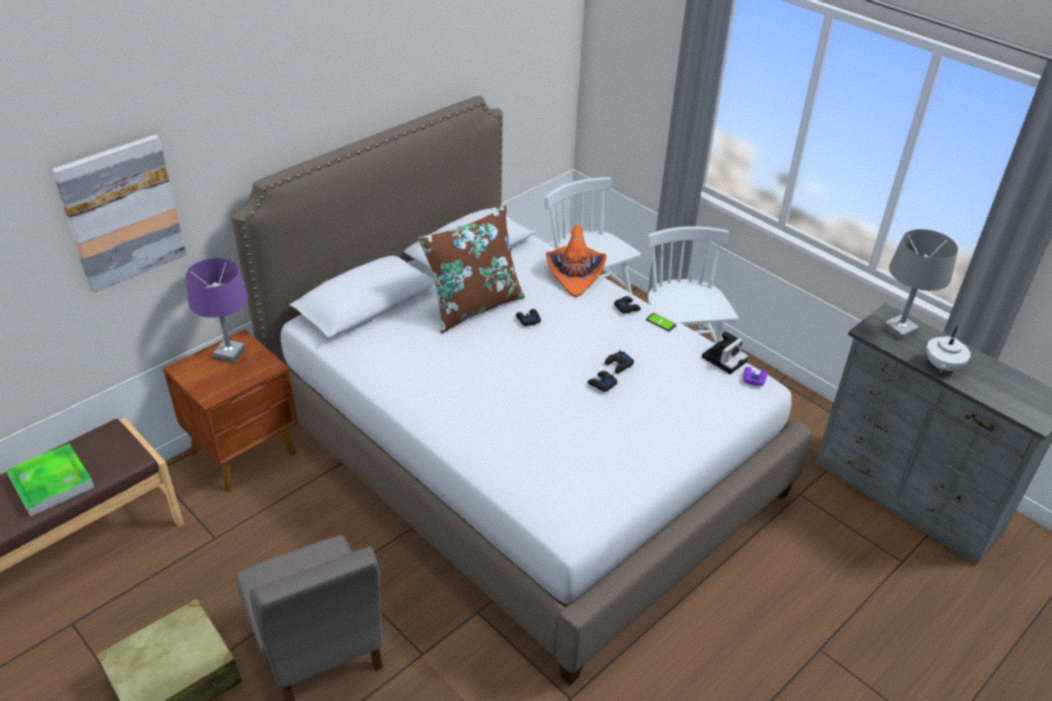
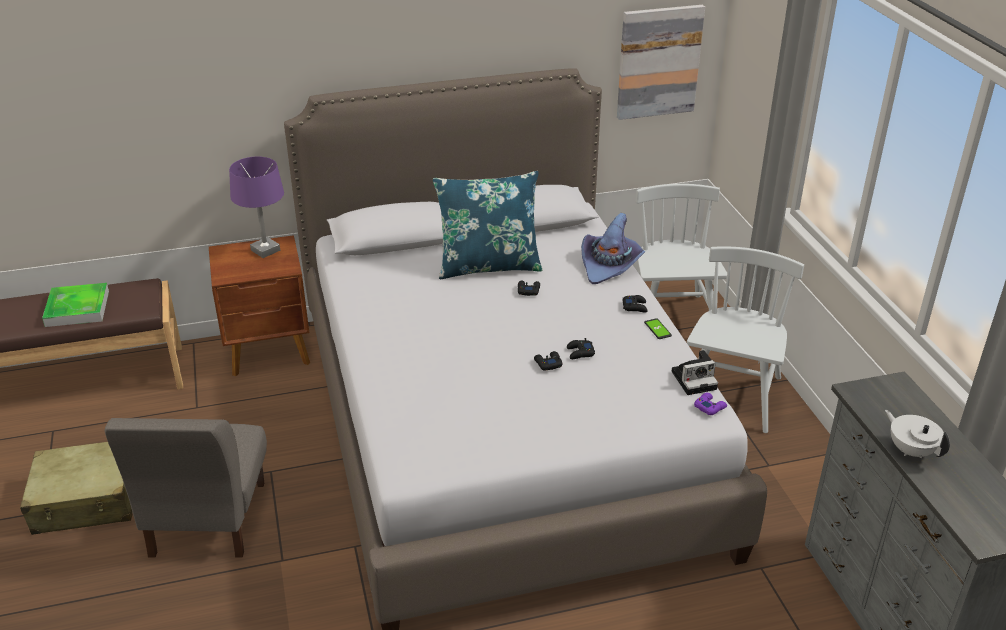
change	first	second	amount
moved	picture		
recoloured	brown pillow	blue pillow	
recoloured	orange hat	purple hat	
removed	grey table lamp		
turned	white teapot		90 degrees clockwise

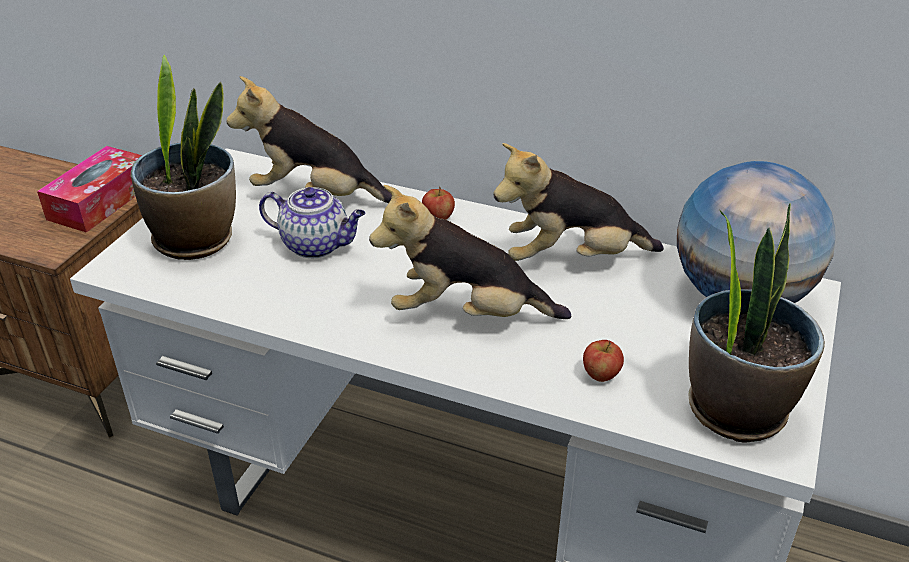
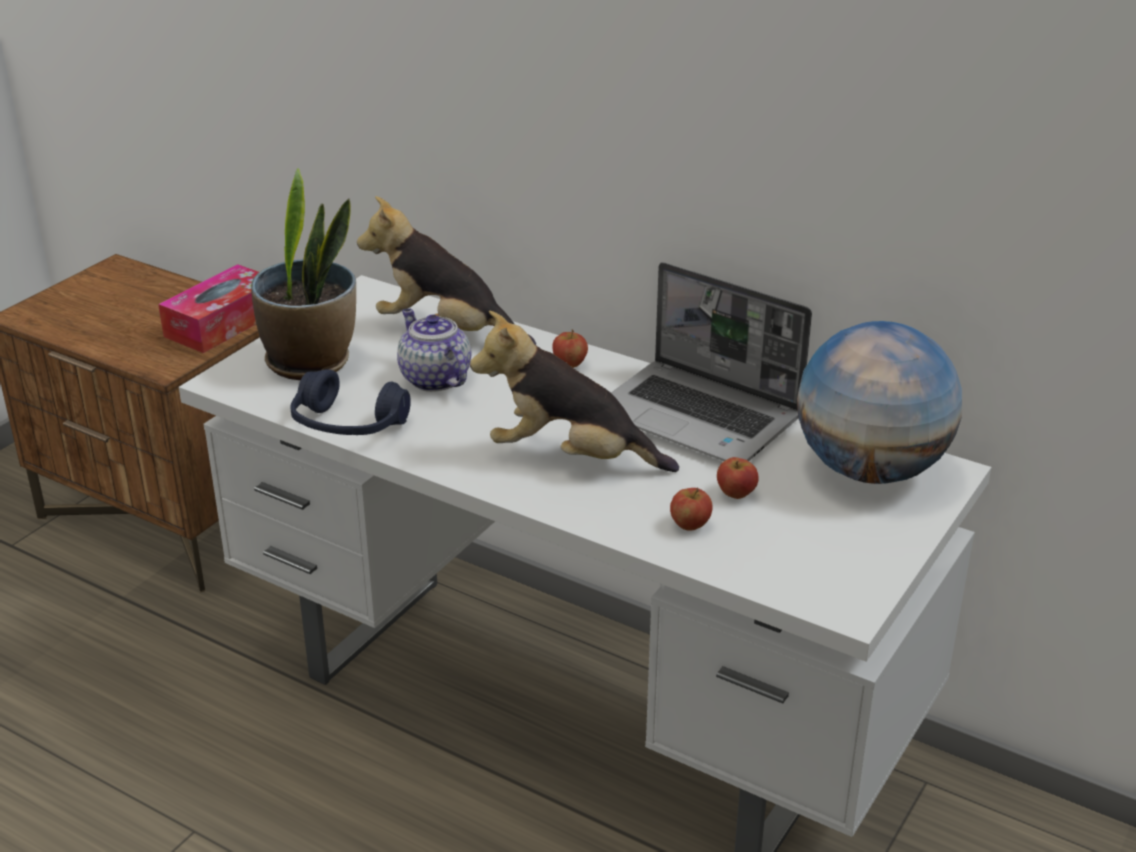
change	first	second	amount
replaced	plush toy (3rd from left)	laptop	
turned	teapot		150 degrees counterclockwise
removed	potted plant (2nd from left)		
added		blue headphones	
added		apple (3rd from left)	

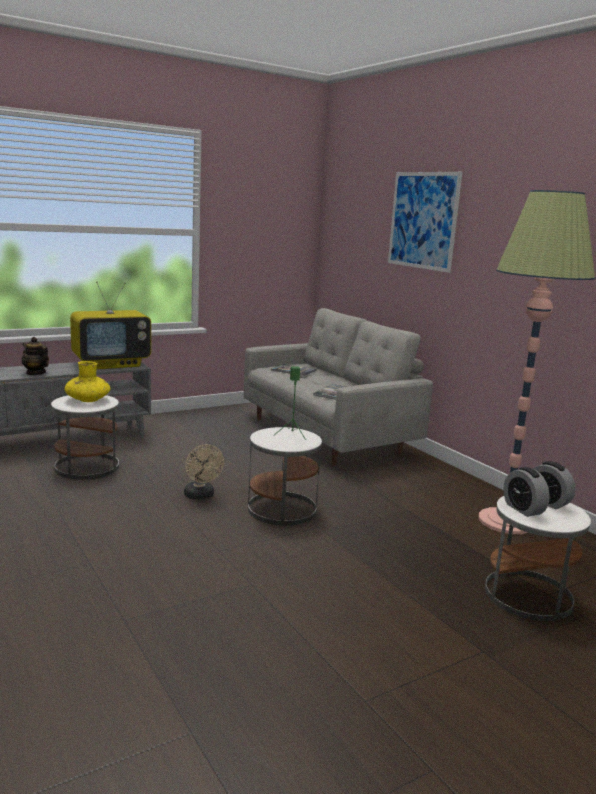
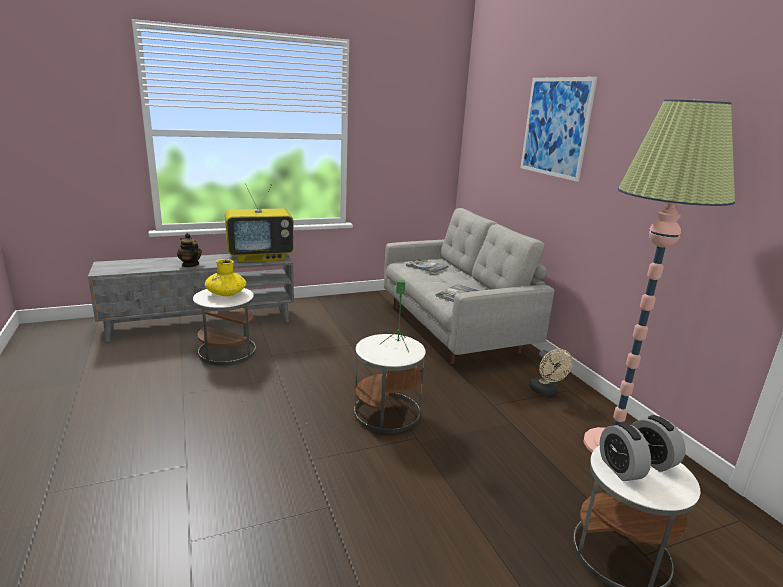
change	first	second	amount
moved	beige fan		

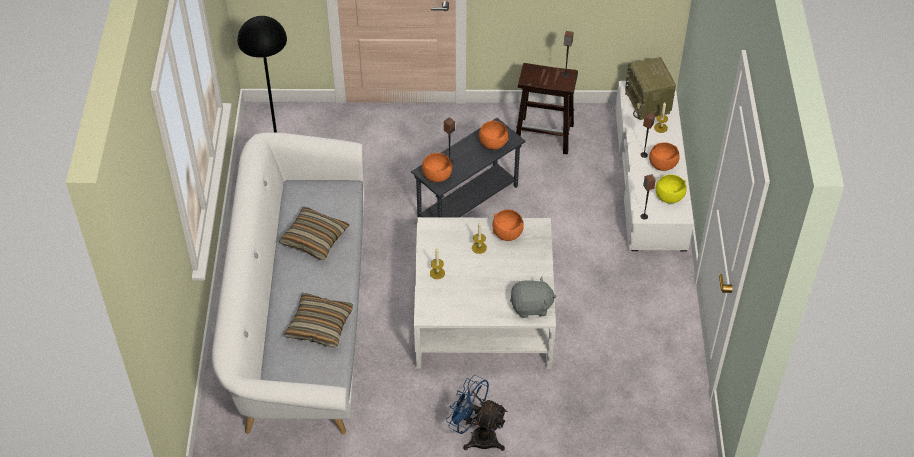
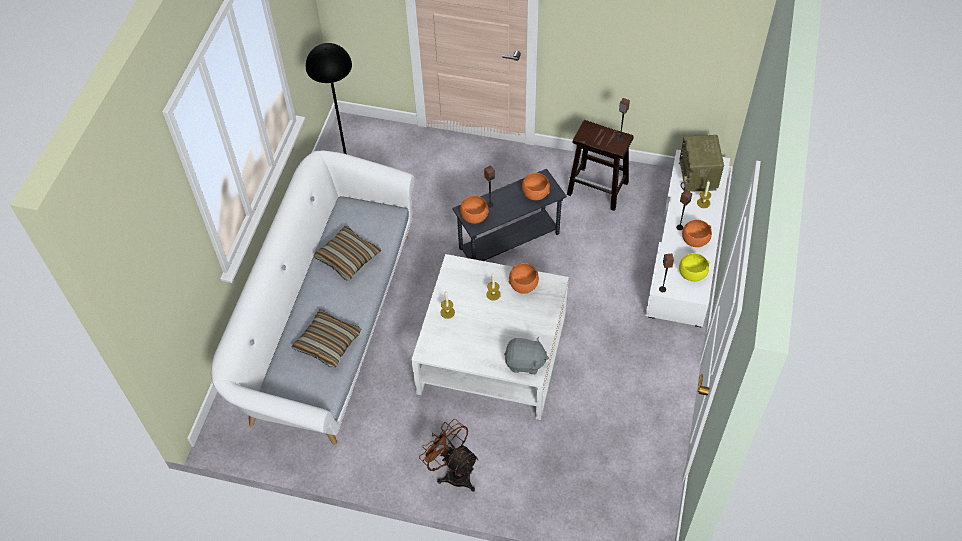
change	first	second	amount
recoloured	blue fan	brown fan	

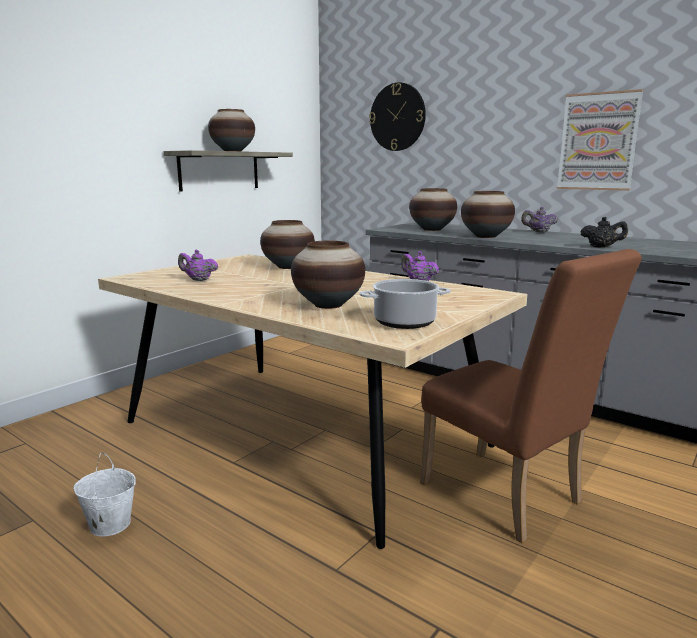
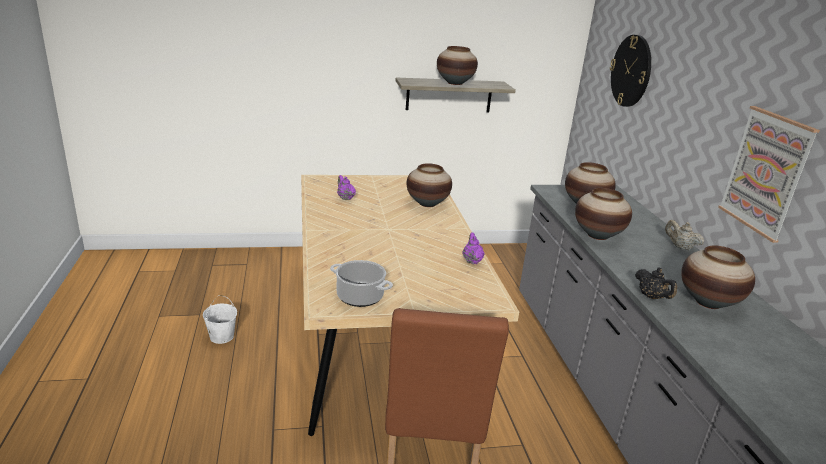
change	first	second	amount
recoloured	purple teapot (3rd from left)	beige teapot	
moved	vase (3rd from left in the first image)	vase (5th from left)	

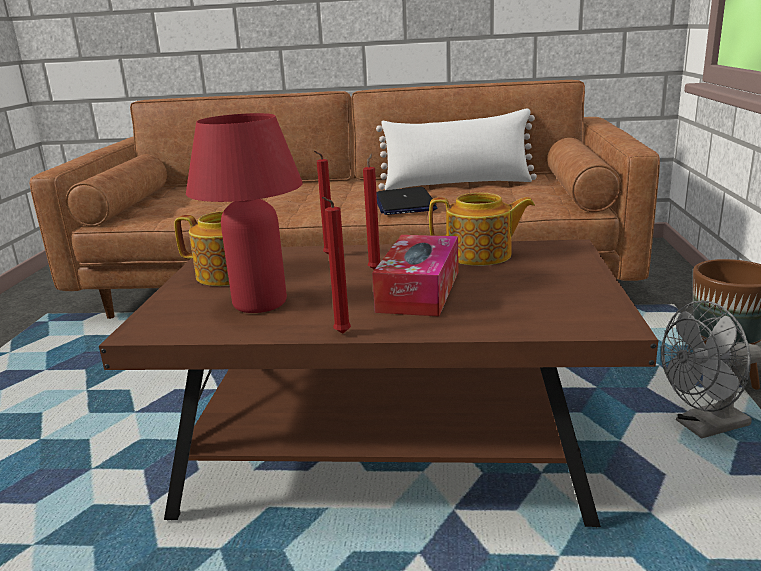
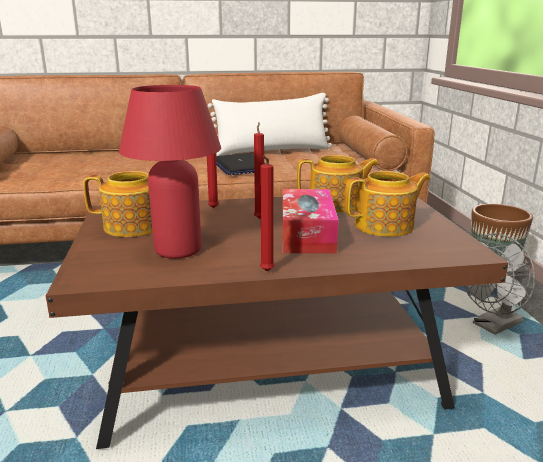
change	first	second	amount
added		teapot (3rd from left)	

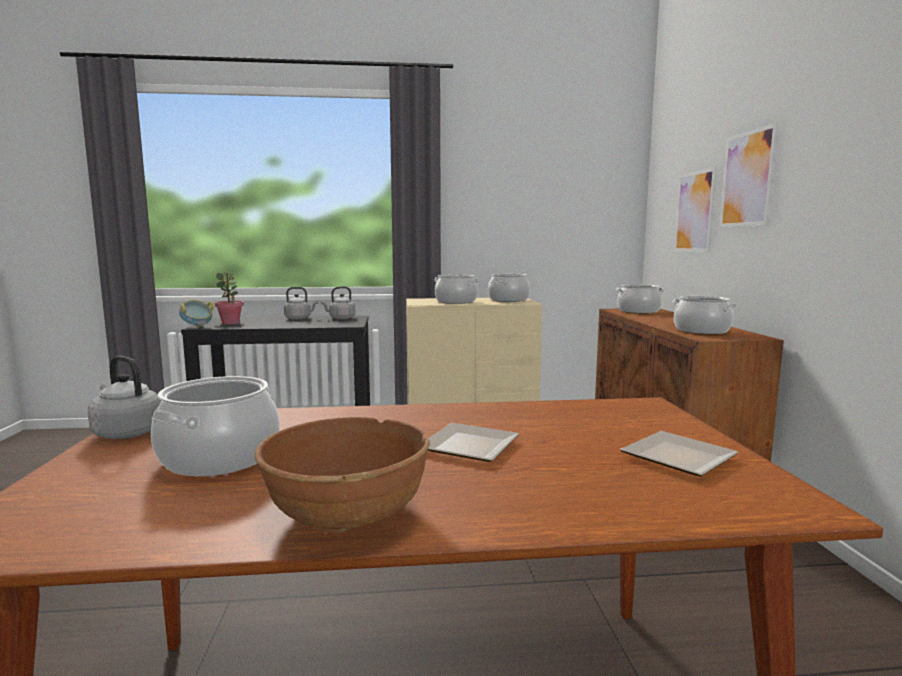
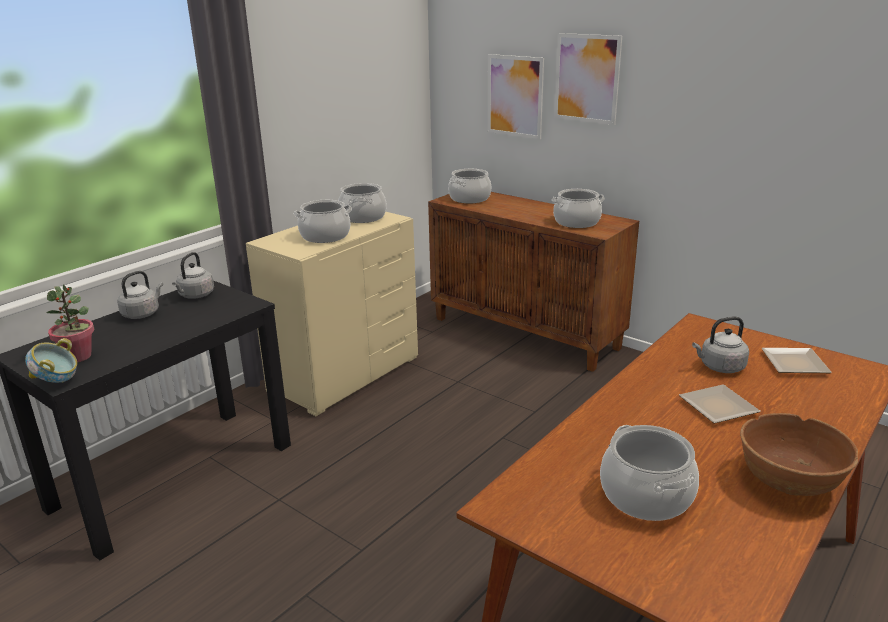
change	first	second	amount
moved	grey kettle (1st from left in the first image)	grey kettle (3rd from left)	

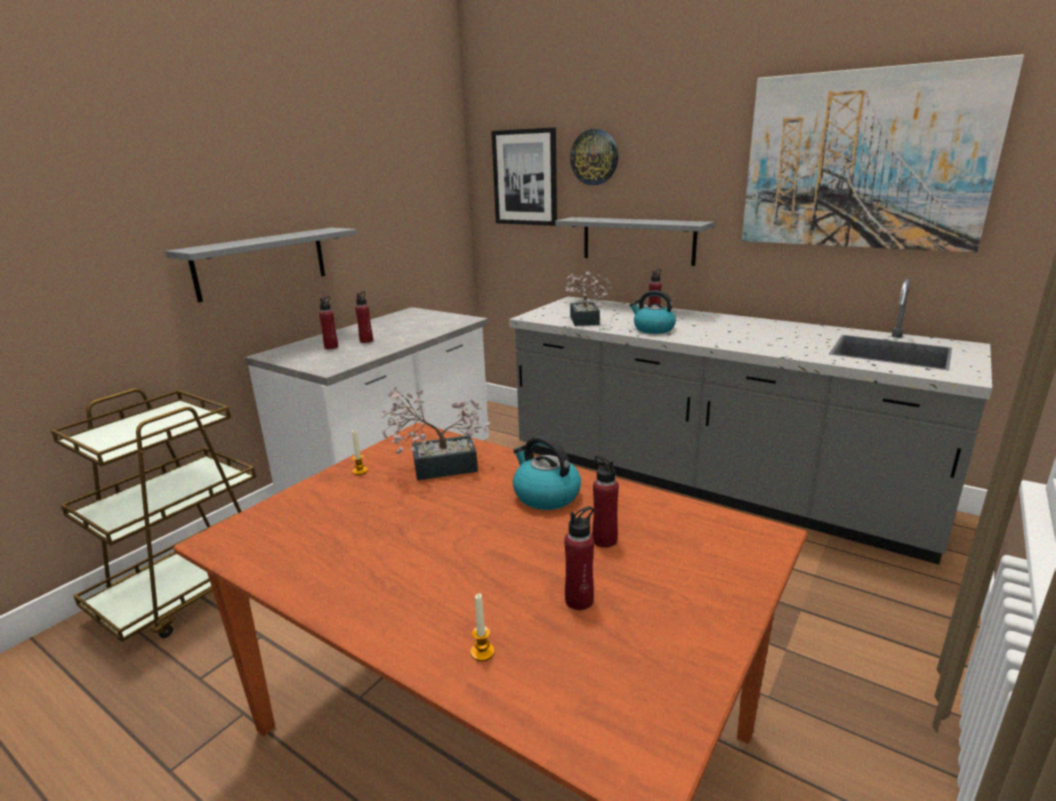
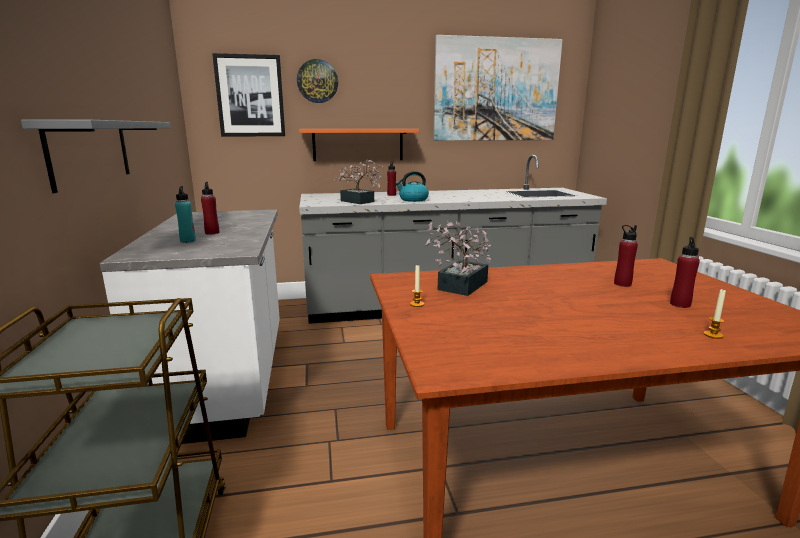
change	first	second	amount
recoloured	grey shelf (2nd from left)	orange shelf	
recoloured	red bottle (1st from left)	turquoise bottle	
removed	kettle (1st from left)		

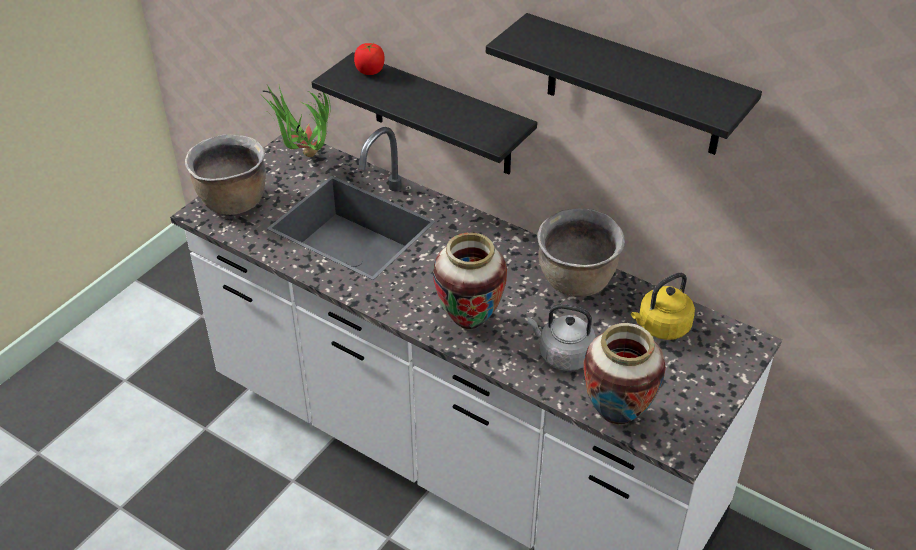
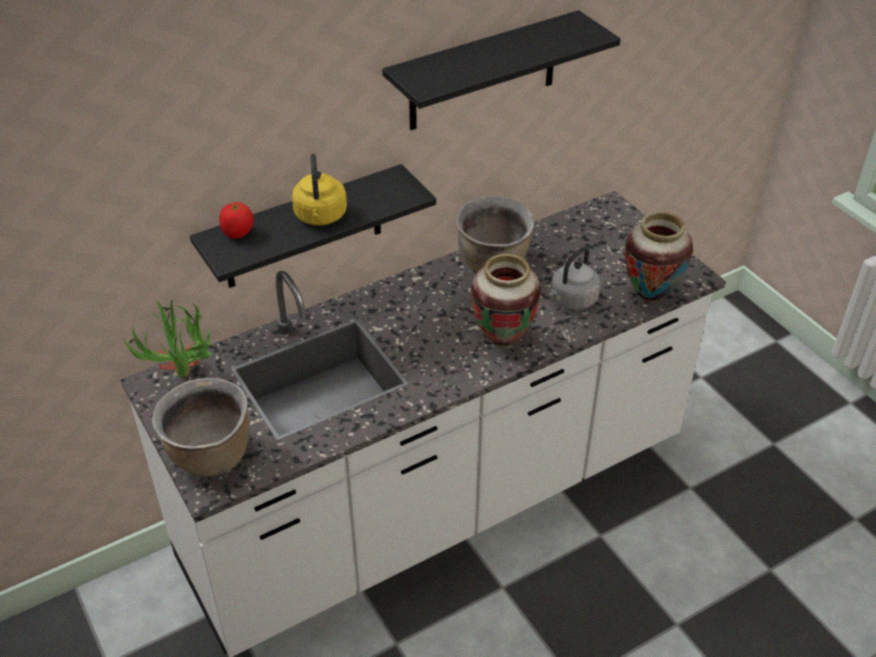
change	first	second	amount
moved	yellow kettle		

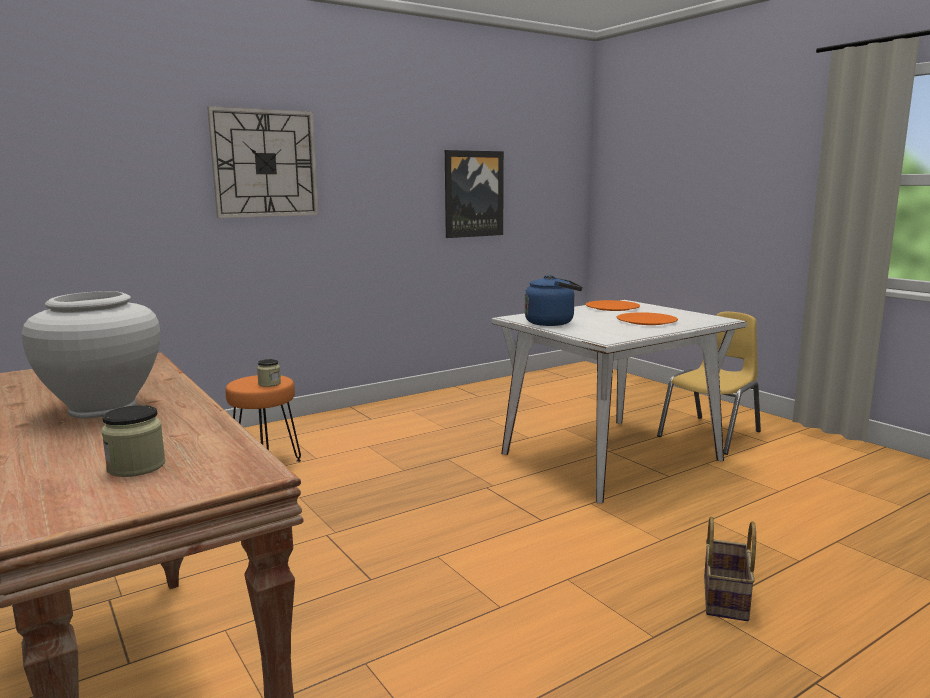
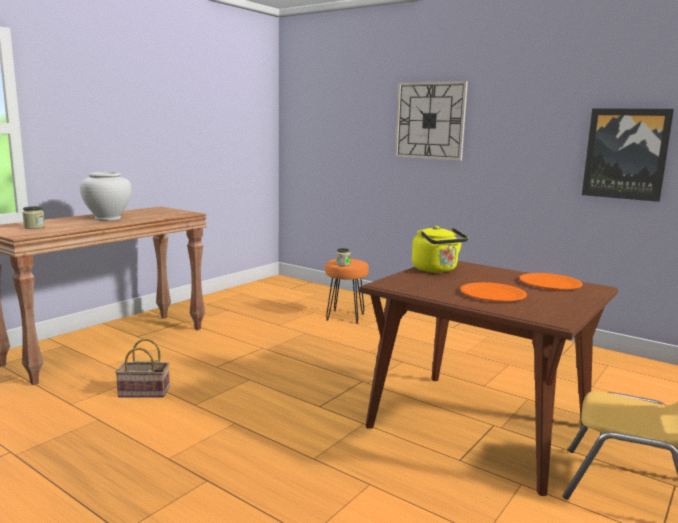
change	first	second	amount
recoloured	blue kettle	yellow kettle	
recoloured	white dining table	brown dining table	
moved	basket		

